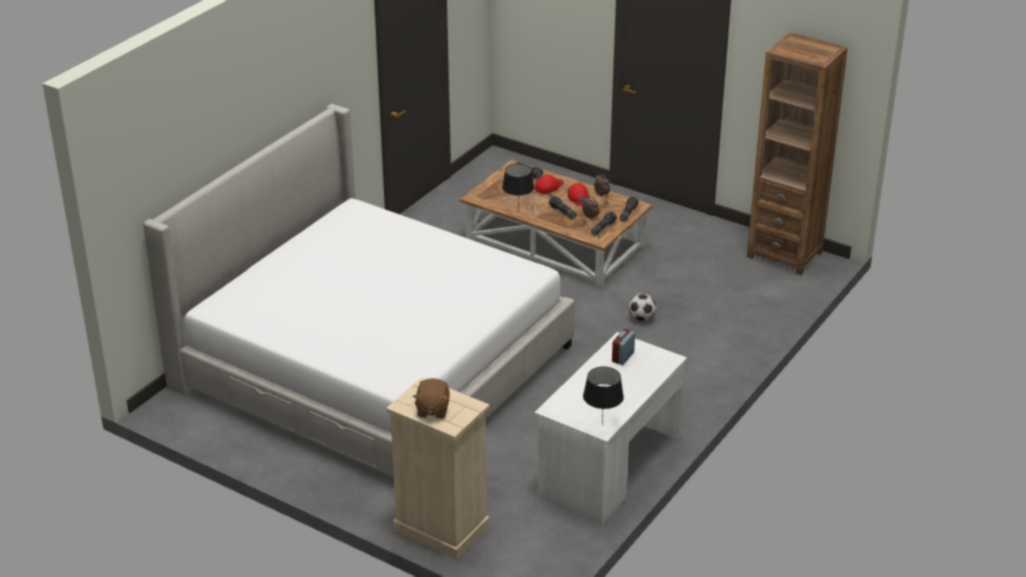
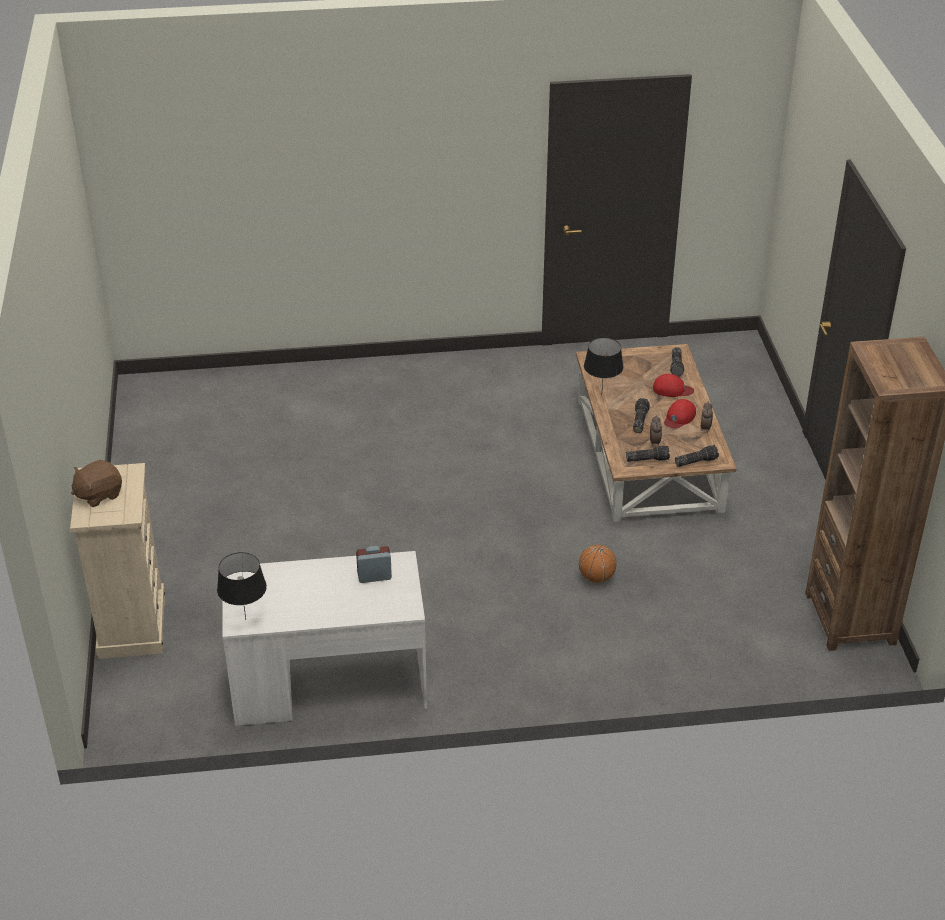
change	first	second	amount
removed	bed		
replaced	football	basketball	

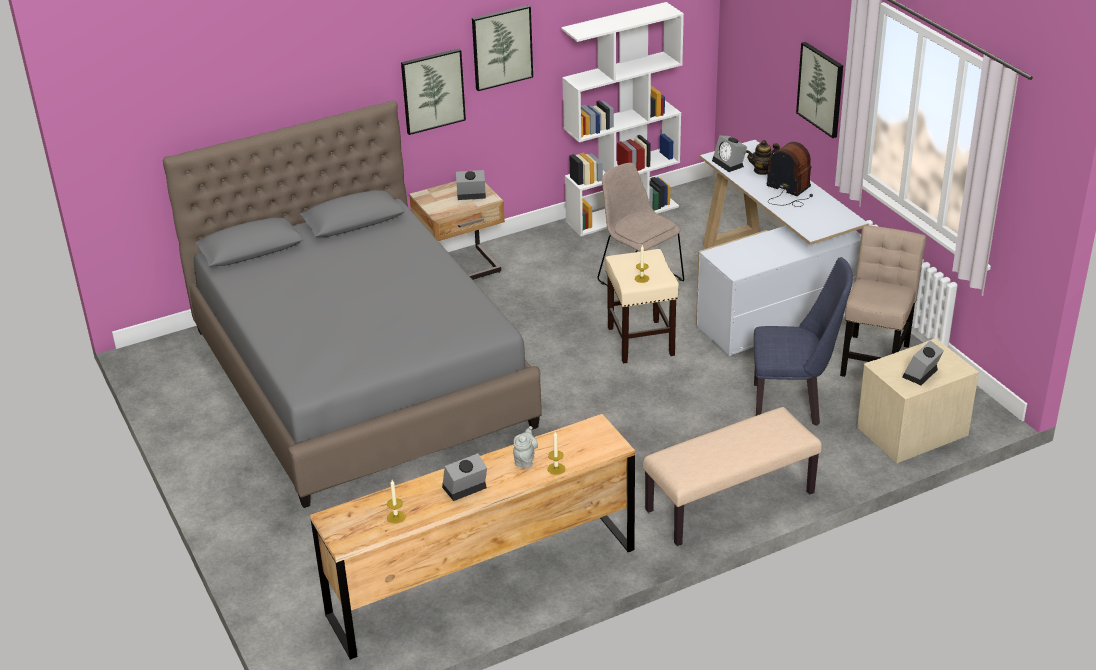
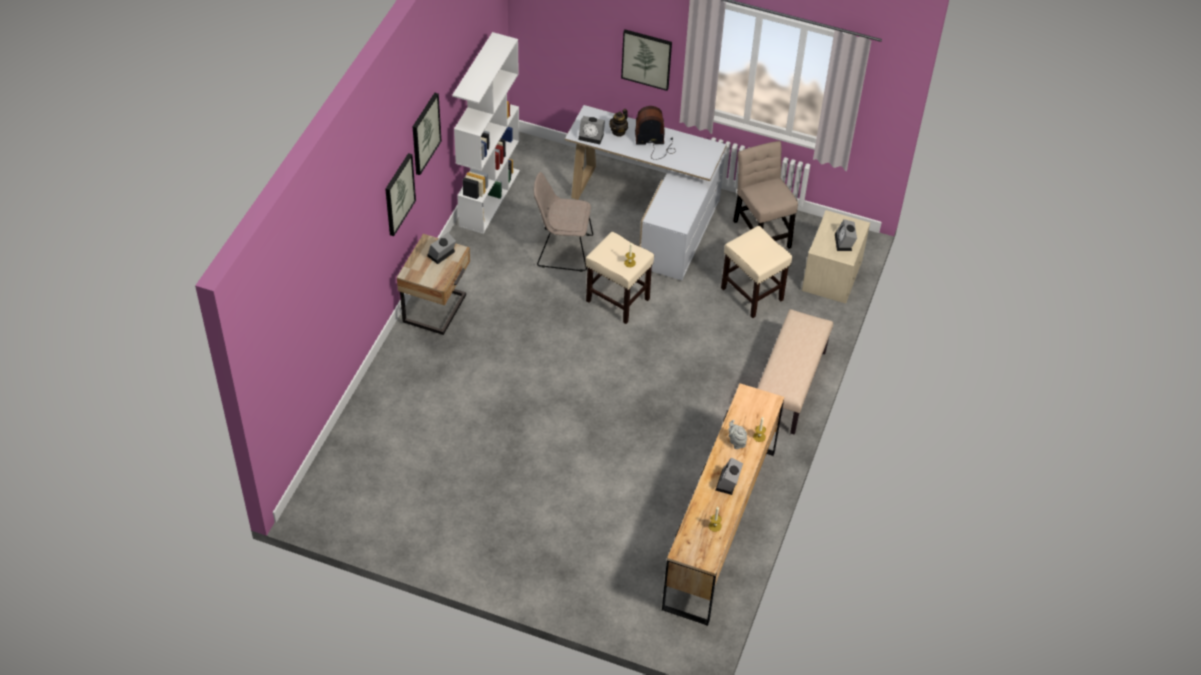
change	first	second	amount
removed	grey bed		
replaced	blue chair	beige stool (2nd from left)	

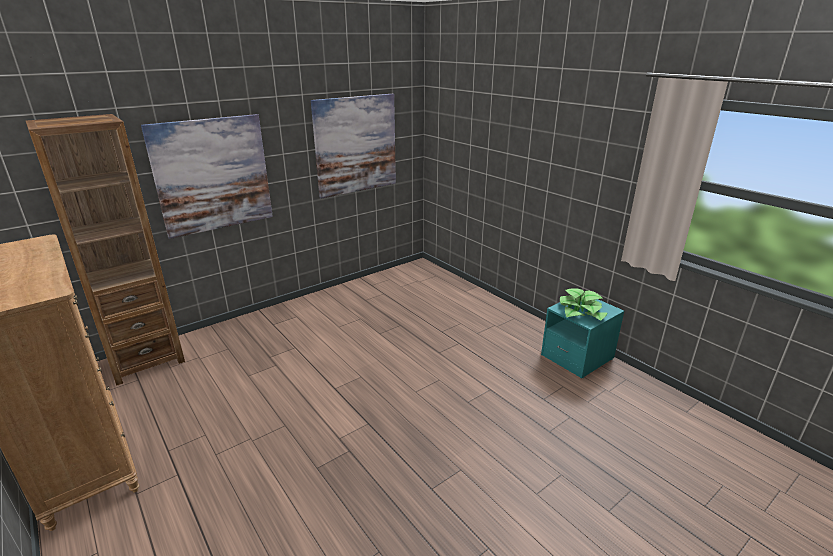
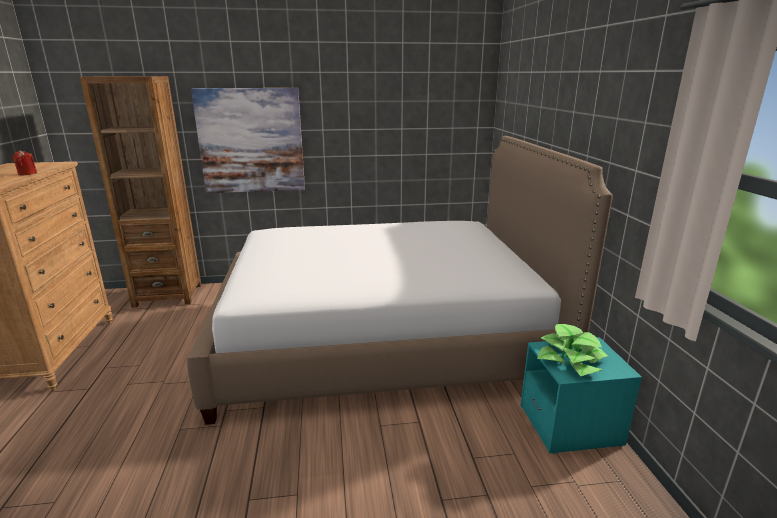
change	first	second	amount
removed	picture (2nd from left)		
added		bed	
added		red candle	

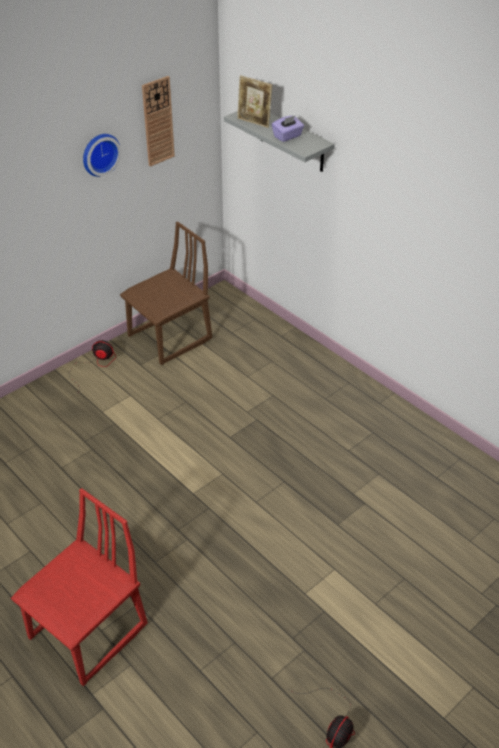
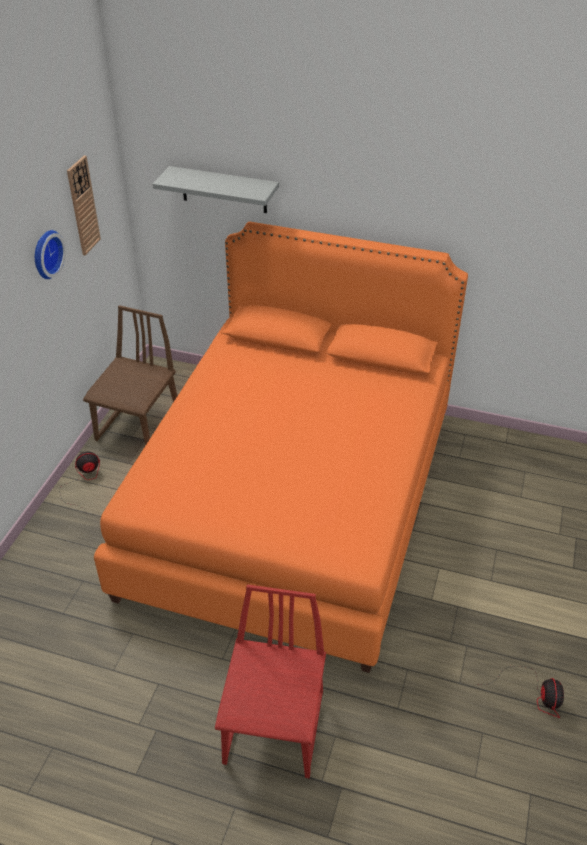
change	first	second	amount
removed	picture frame		
removed	purple tissue box		
added		orange bed	

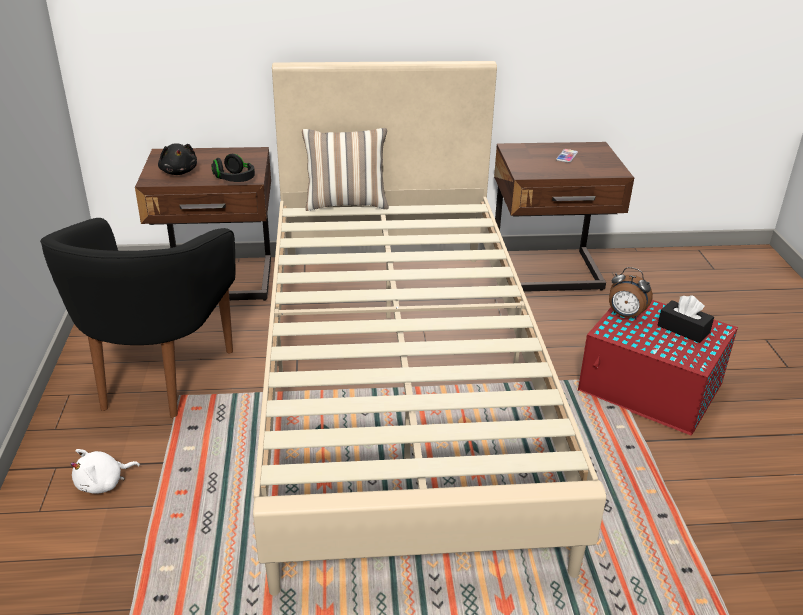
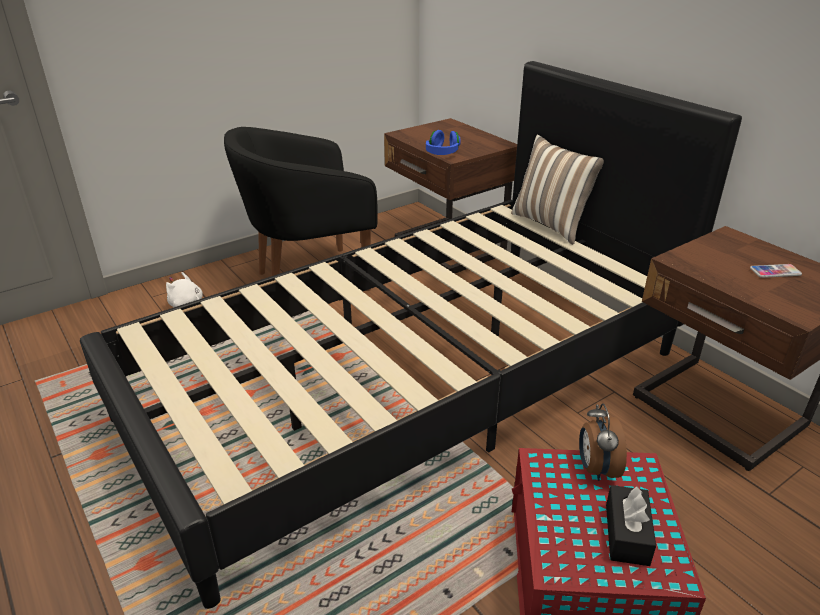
change	first	second	amount
recoloured	beige bed	black bed	
removed	black plush toy		
recoloured	black headphones	blue headphones	

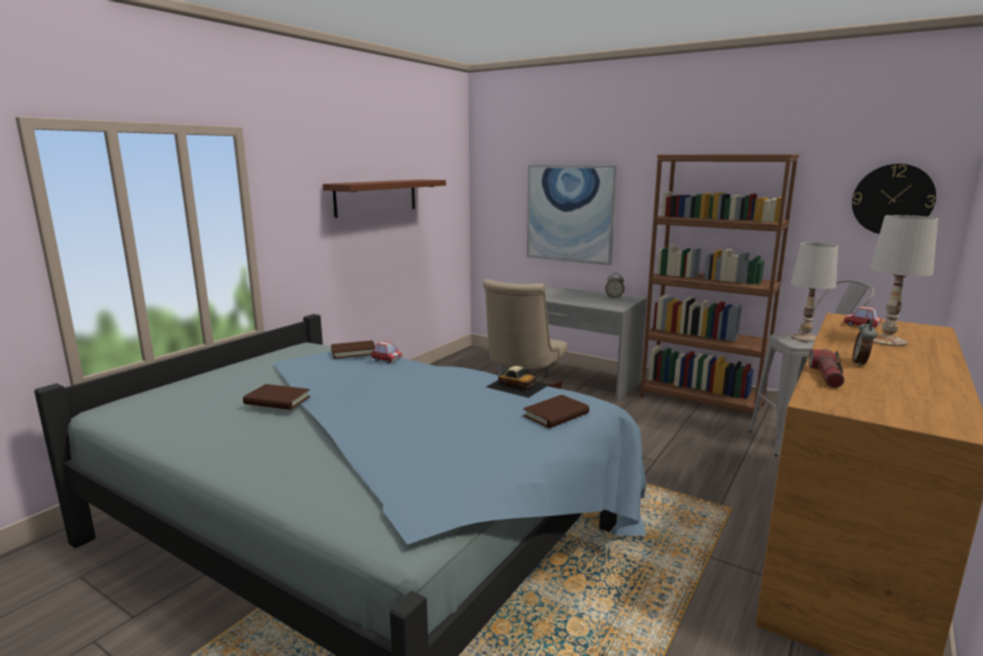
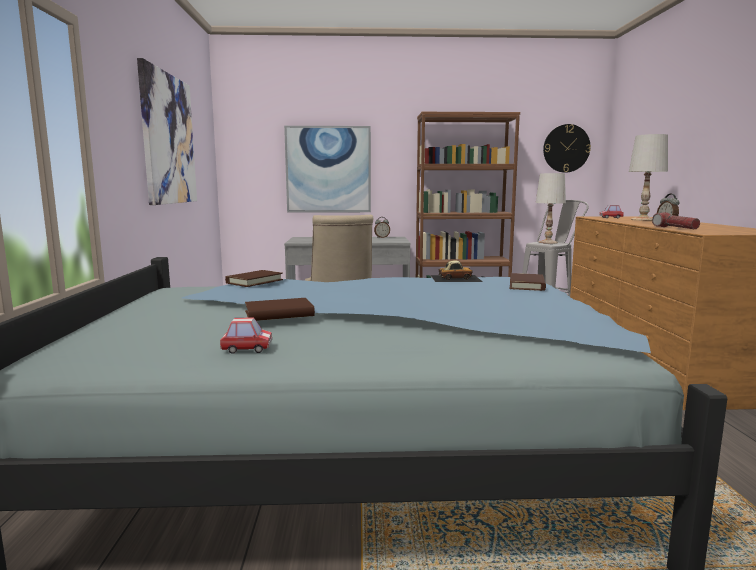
change	first	second	amount
replaced	brown shelf	picture (1st from left)	
moved	toy car (1st from left)		

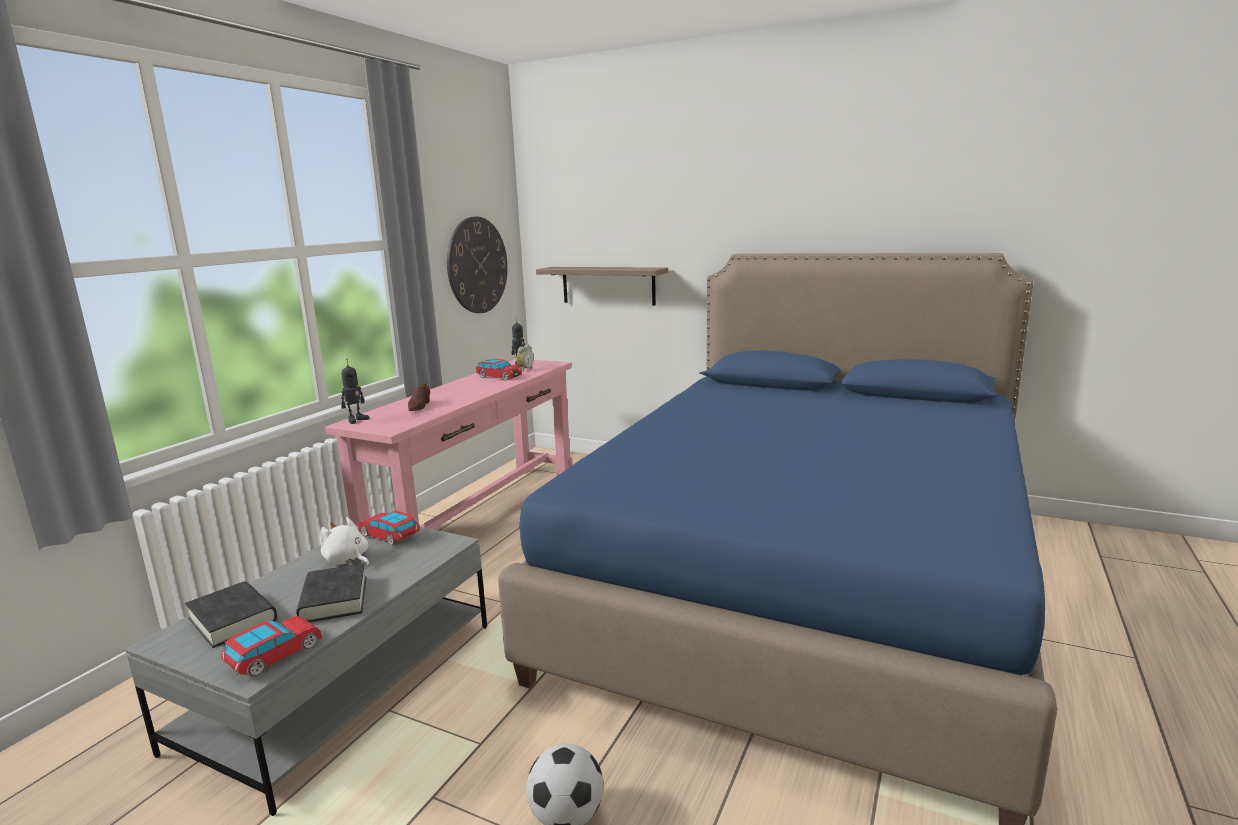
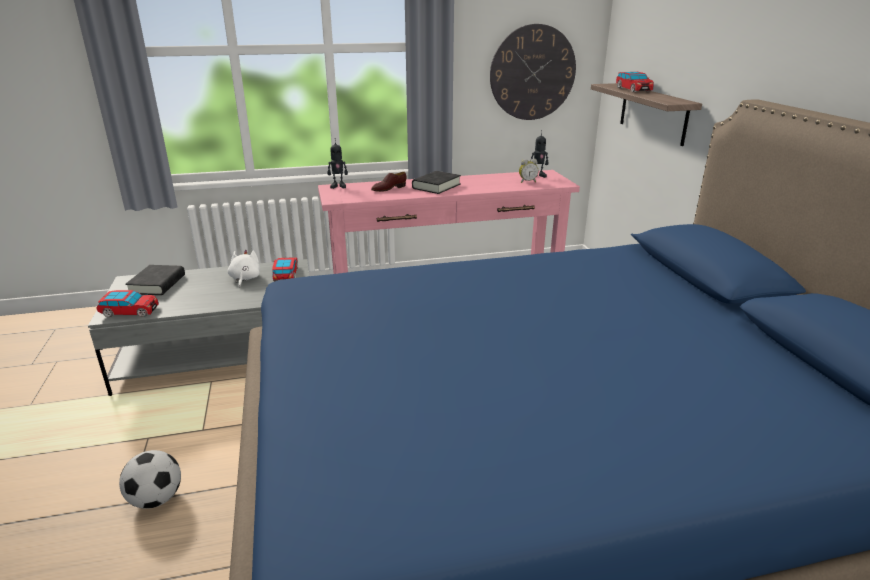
change	first	second	amount
moved	toy car (3rd from left)		
moved	black book (2nd from left)		

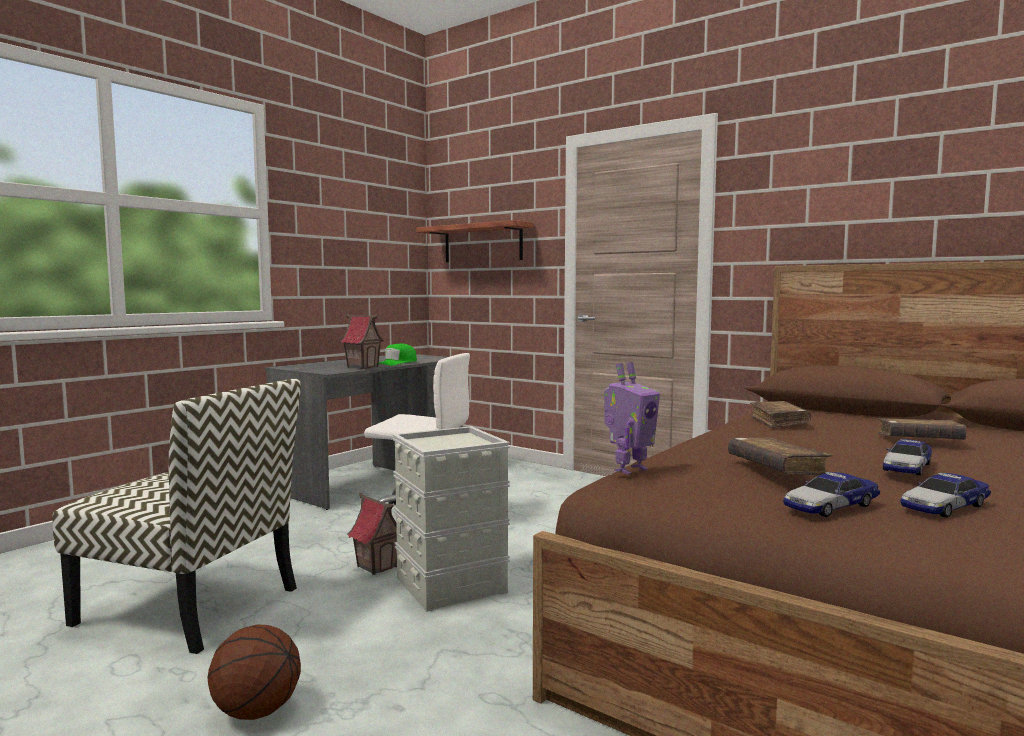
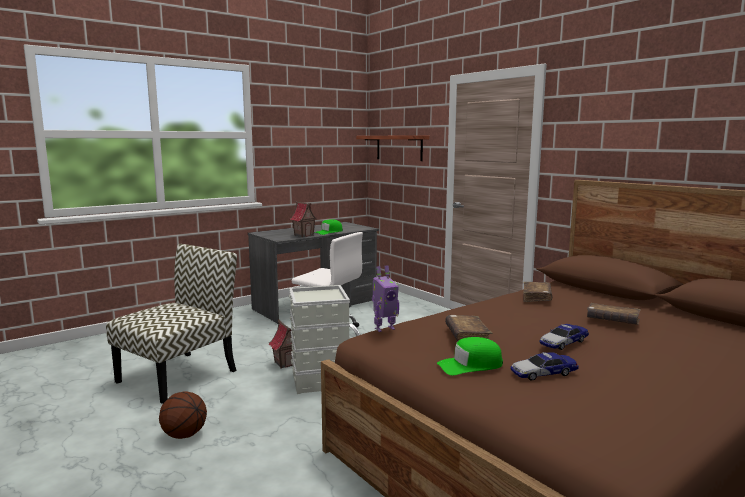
change	first	second	amount
turned	chair		90 degrees counterclockwise
replaced	toy car (1st from left)	green cap (2nd from left)	

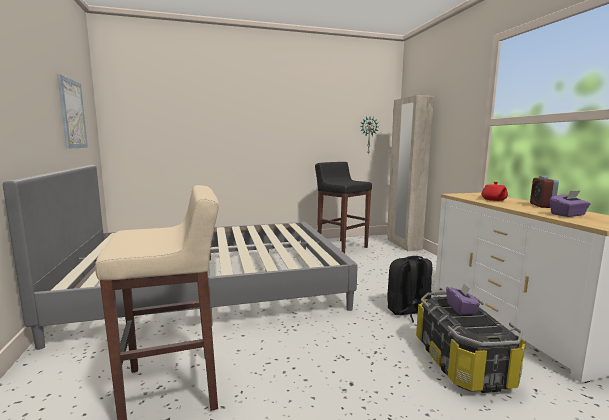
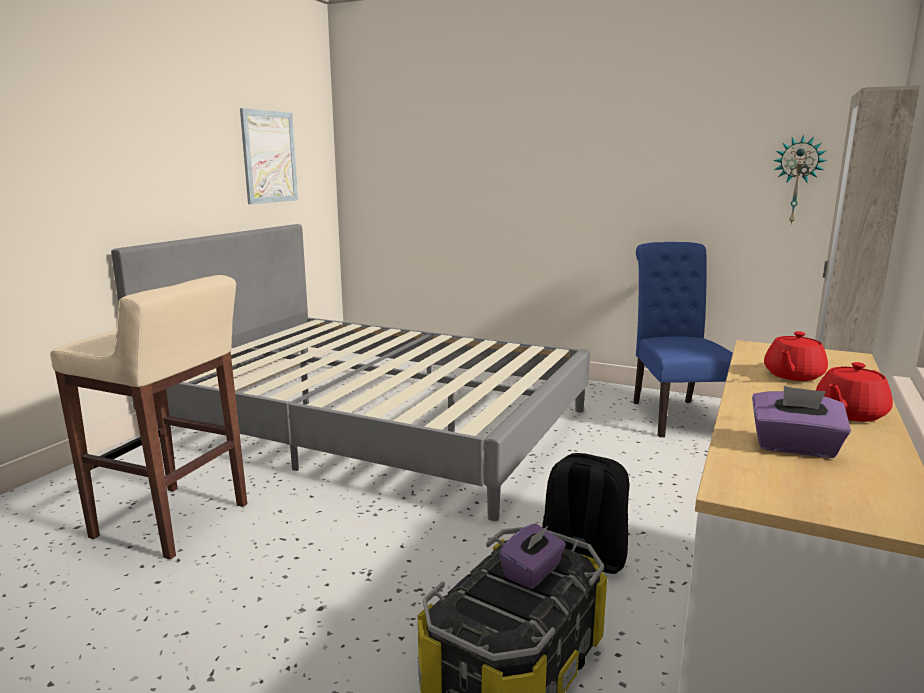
change	first	second	amount
replaced	black stool	blue chair	
replaced	alarm clock	red teapot (2nd from left)	

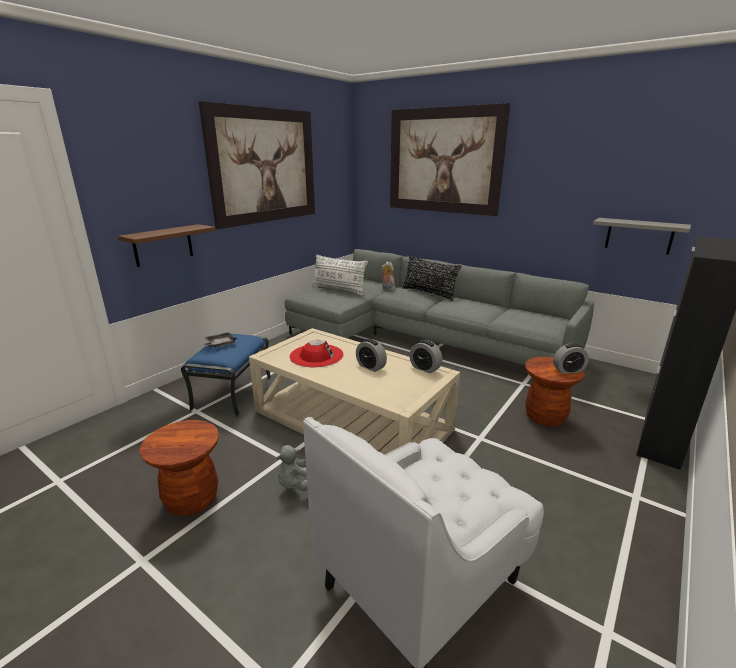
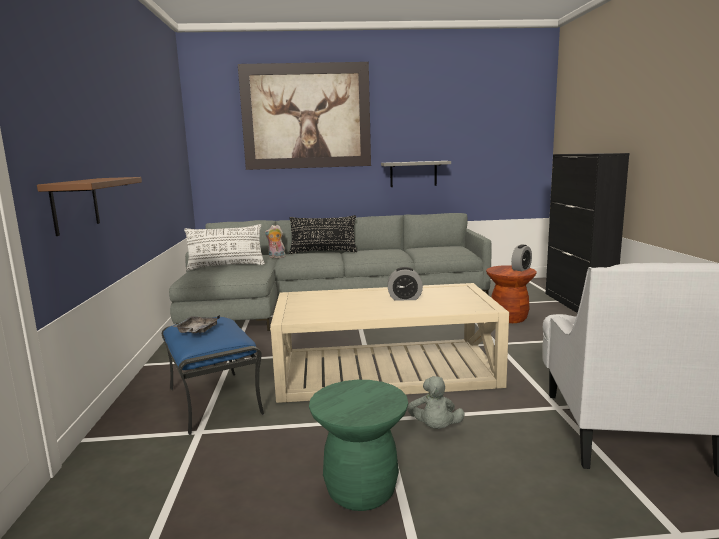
change	first	second	amount
removed	picture (1st from left)		
moved	grey shelf		
removed	red hat		
removed	alarm clock (2nd from left)		
recoloured	brown stool (1st from left)	green stool	

